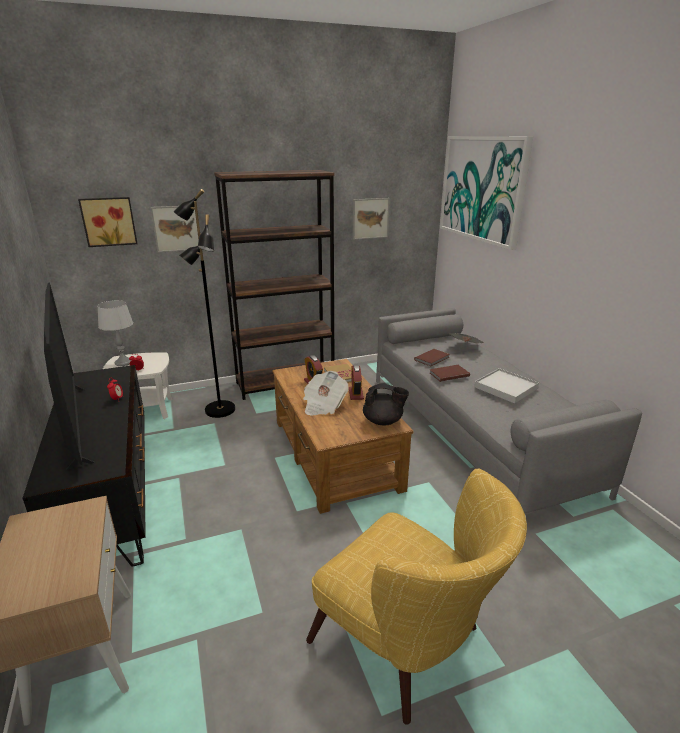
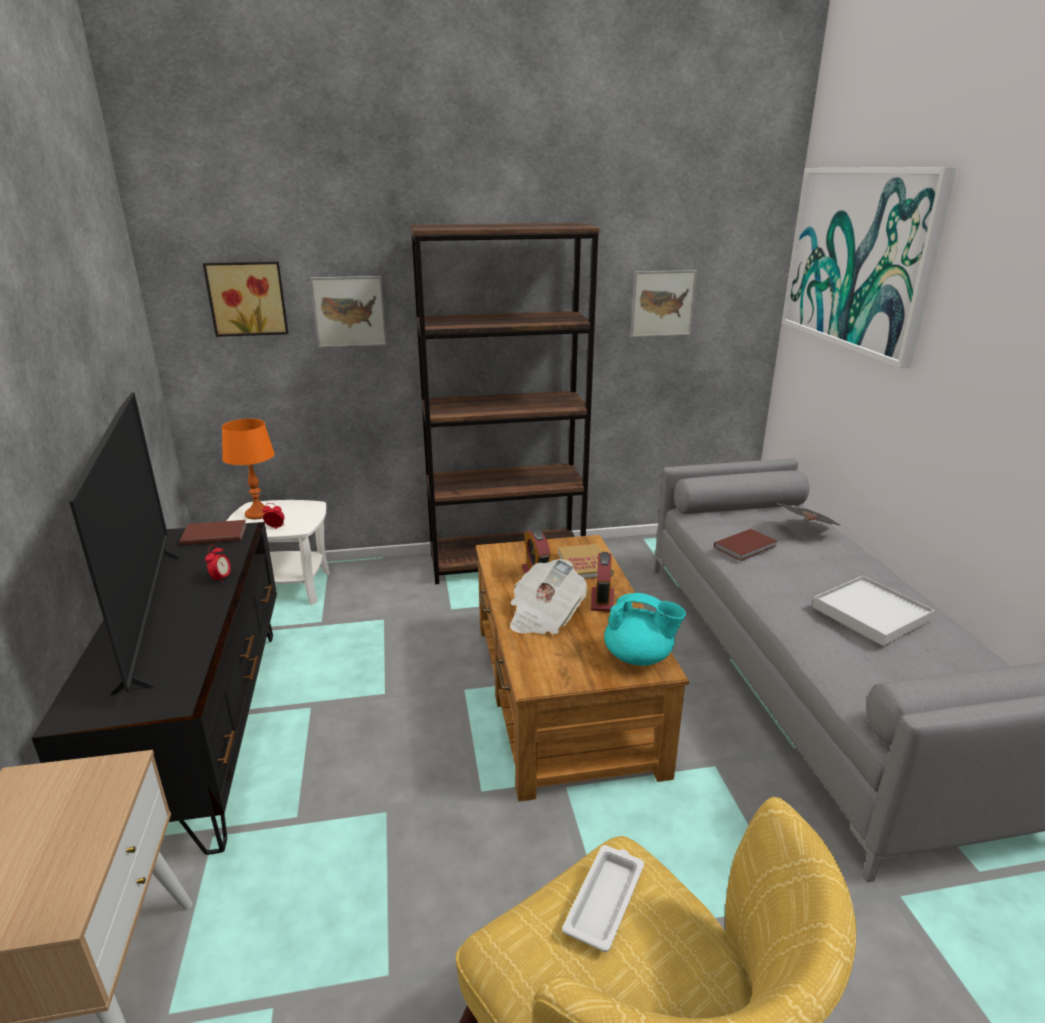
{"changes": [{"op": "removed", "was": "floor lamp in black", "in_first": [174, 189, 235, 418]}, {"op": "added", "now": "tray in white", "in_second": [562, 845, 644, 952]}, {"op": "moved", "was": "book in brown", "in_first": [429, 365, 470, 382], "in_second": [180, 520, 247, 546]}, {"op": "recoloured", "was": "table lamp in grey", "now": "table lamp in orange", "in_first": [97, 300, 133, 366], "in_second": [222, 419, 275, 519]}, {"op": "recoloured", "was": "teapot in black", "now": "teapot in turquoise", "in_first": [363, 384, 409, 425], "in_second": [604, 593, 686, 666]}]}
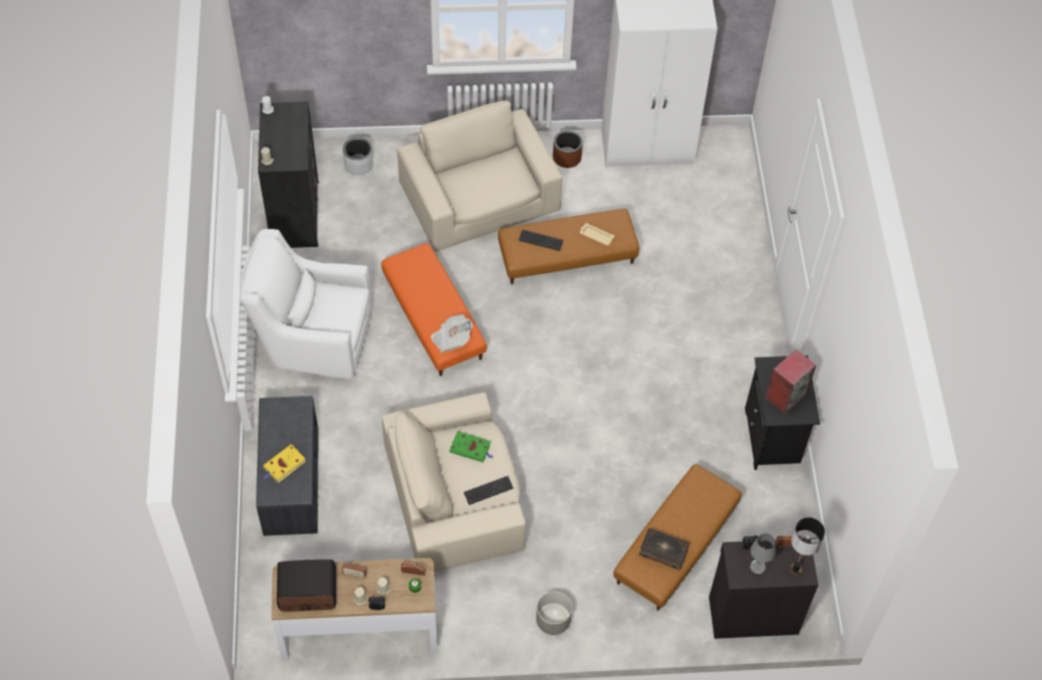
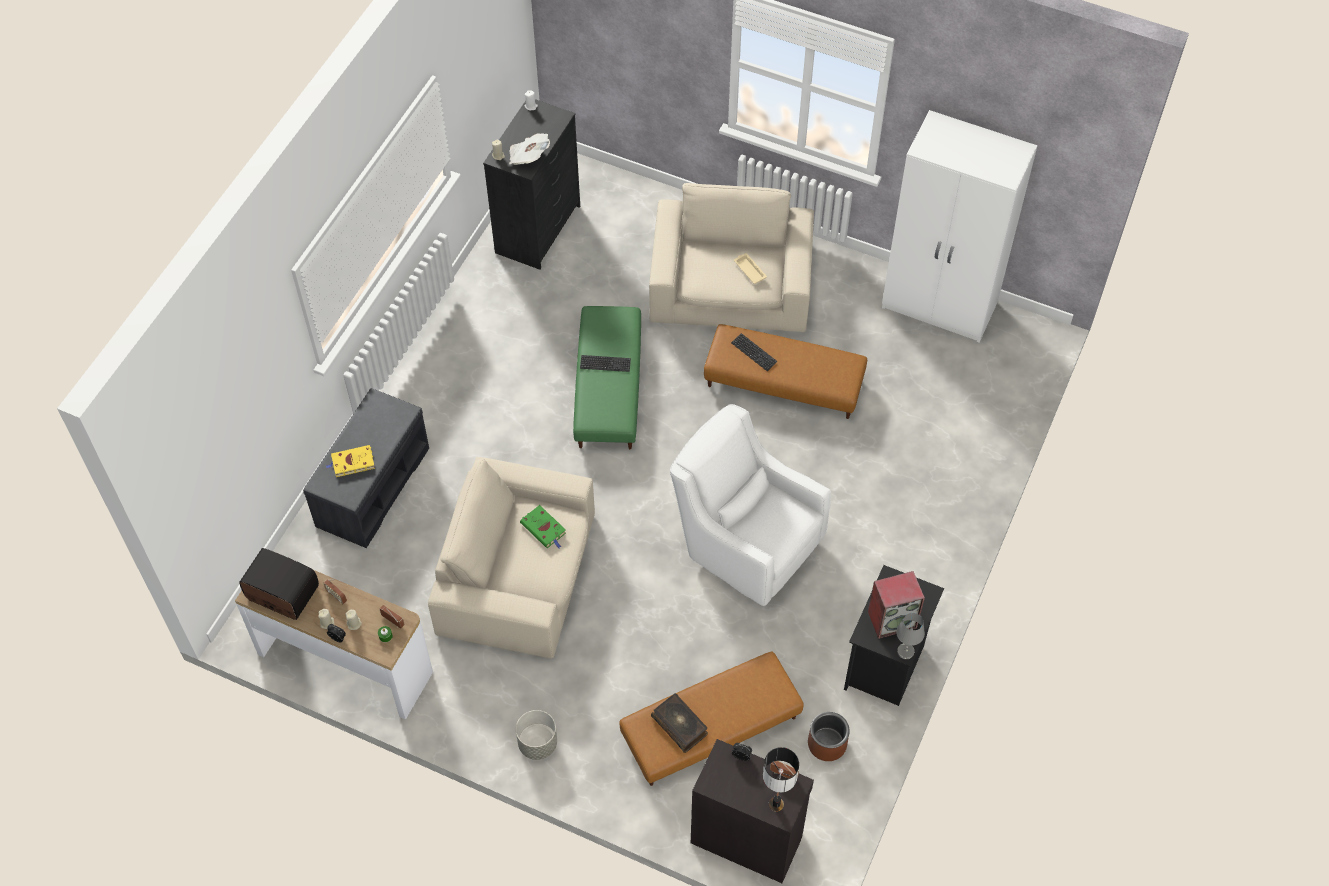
{"changes": [{"op": "removed", "was": "planter in grey", "in_first": [343, 137, 373, 175]}, {"op": "moved", "was": "armchair in white", "in_first": [240, 229, 372, 380], "in_second": [670, 404, 831, 606]}, {"op": "moved", "was": "newspaper", "in_first": [431, 314, 473, 353], "in_second": [509, 133, 550, 165]}, {"op": "moved", "was": "keyboard", "in_first": [464, 476, 514, 505], "in_second": [580, 355, 631, 372]}, {"op": "moved", "was": "planter in brown", "in_first": [553, 130, 583, 168], "in_second": [808, 712, 850, 761]}, {"op": "moved", "was": "tray in beige", "in_first": [580, 223, 614, 246], "in_second": [734, 253, 767, 284]}, {"op": "moved", "was": "table lamp in grey", "in_first": [750, 533, 776, 574], "in_second": [896, 613, 925, 659]}, {"op": "recoloured", "was": "ottoman in orange", "now": "ottoman in green", "in_first": [381, 243, 487, 376], "in_second": [573, 306, 641, 450]}]}
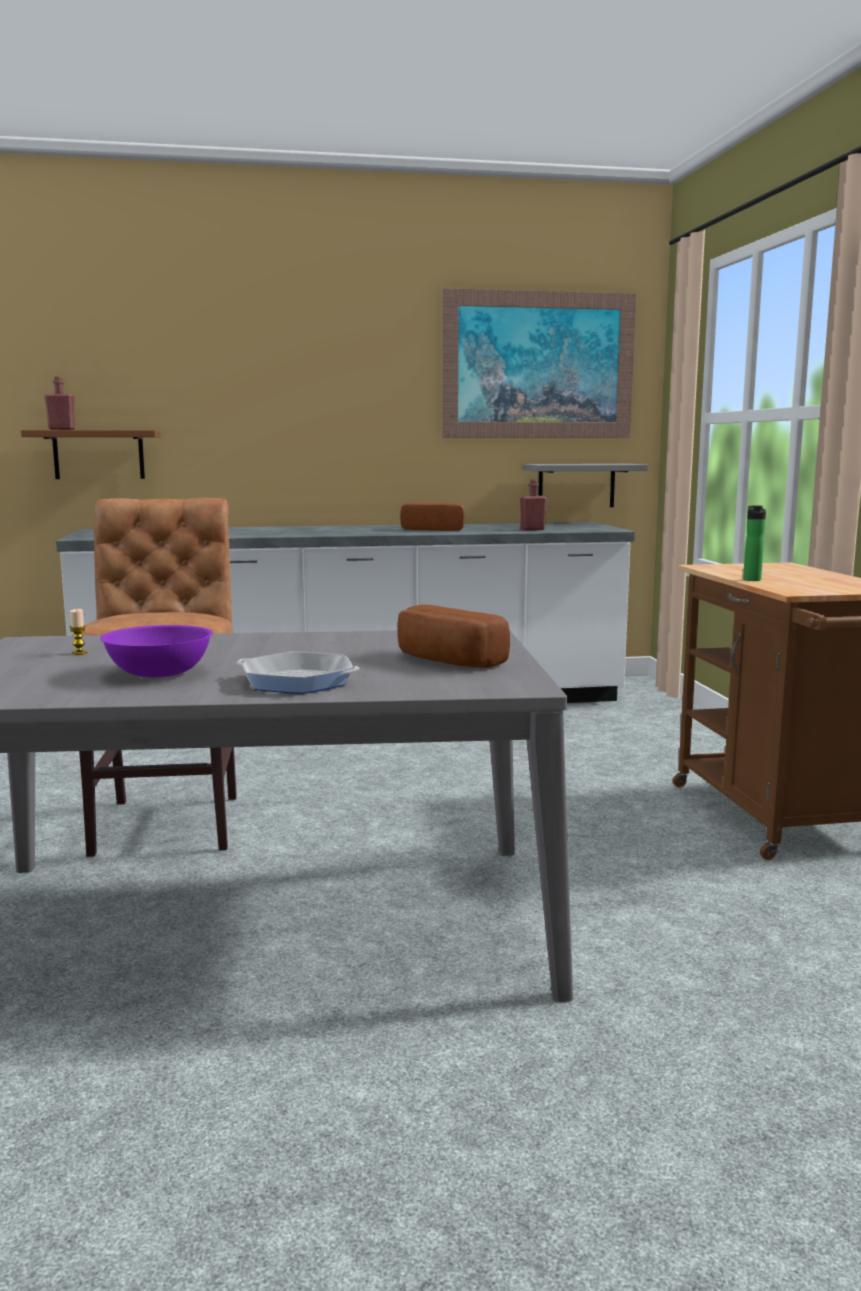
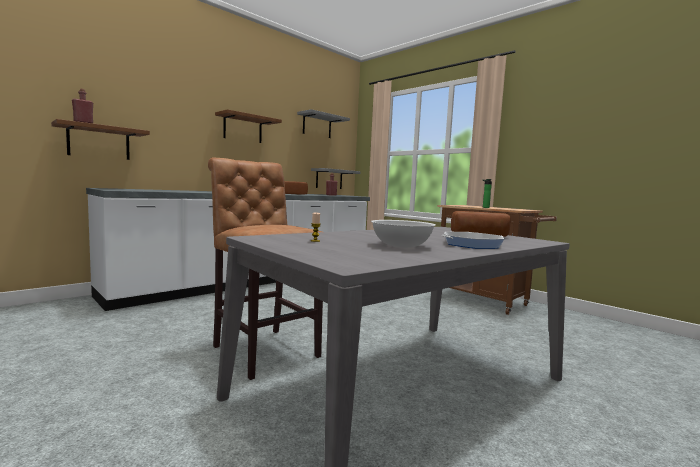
{"changes": [{"op": "added", "now": "shelf in brown", "in_second": [215, 109, 282, 143]}, {"op": "replaced", "was": "picture", "now": "shelf in grey", "in_first": [442, 288, 636, 438], "in_second": [297, 109, 350, 138]}, {"op": "recoloured", "was": "bowl in purple", "now": "bowl in white", "in_first": [100, 625, 213, 677], "in_second": [371, 220, 436, 247]}]}
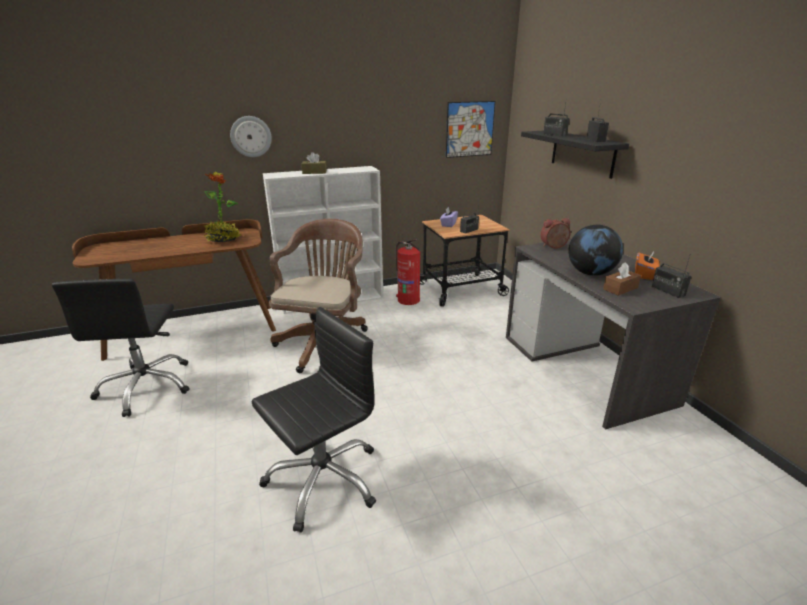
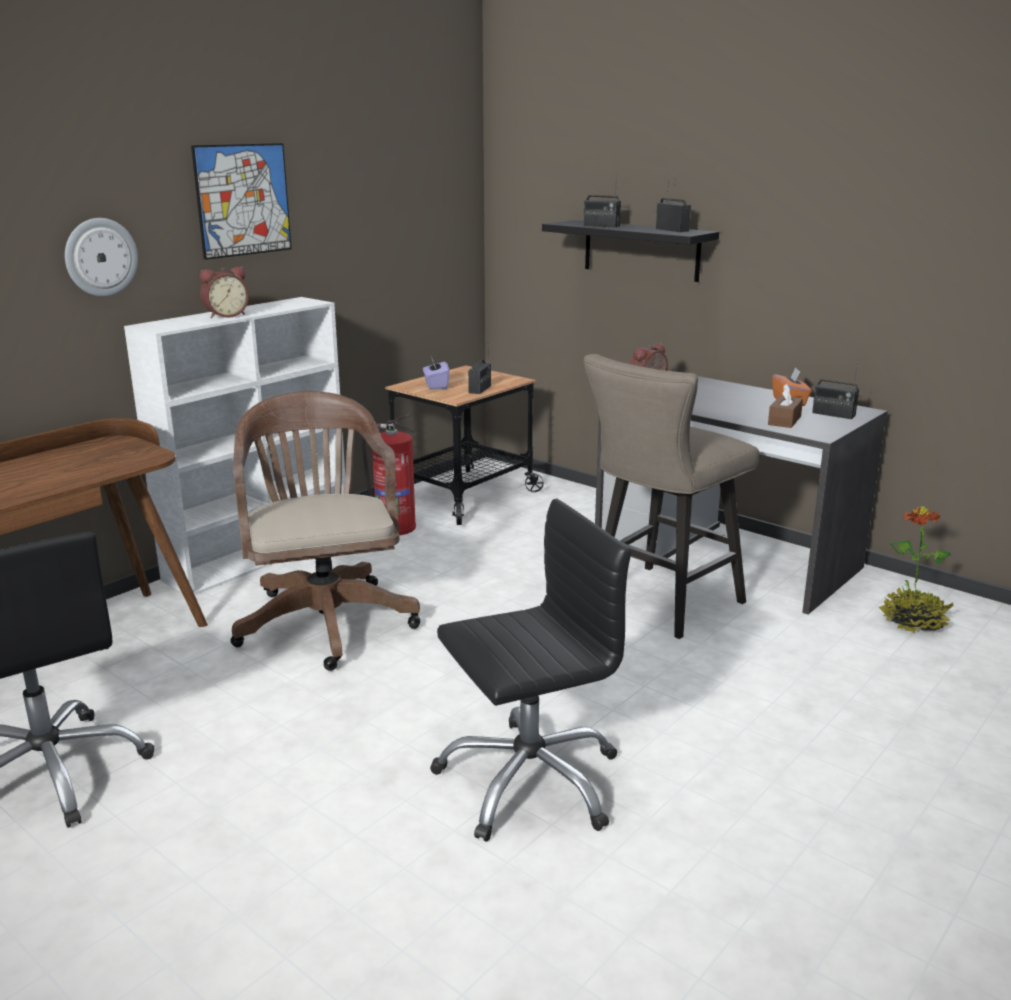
{"changes": [{"op": "removed", "was": "globe", "in_first": [568, 225, 623, 276]}, {"op": "added", "now": "stool in beige", "in_second": [584, 354, 759, 639]}, {"op": "moved", "was": "potted plant", "in_first": [204, 172, 241, 242], "in_second": [879, 506, 954, 633]}, {"op": "moved", "was": "picture", "in_first": [446, 101, 495, 158], "in_second": [191, 143, 292, 260]}, {"op": "replaced", "was": "tissue box in brown", "now": "alarm clock", "in_first": [301, 152, 327, 174], "in_second": [200, 267, 249, 318]}, {"op": "turned", "was": "office chair in black", "in_first": [252, 307, 376, 533], "in_second": [430, 499, 631, 842], "clockwise": 45}]}
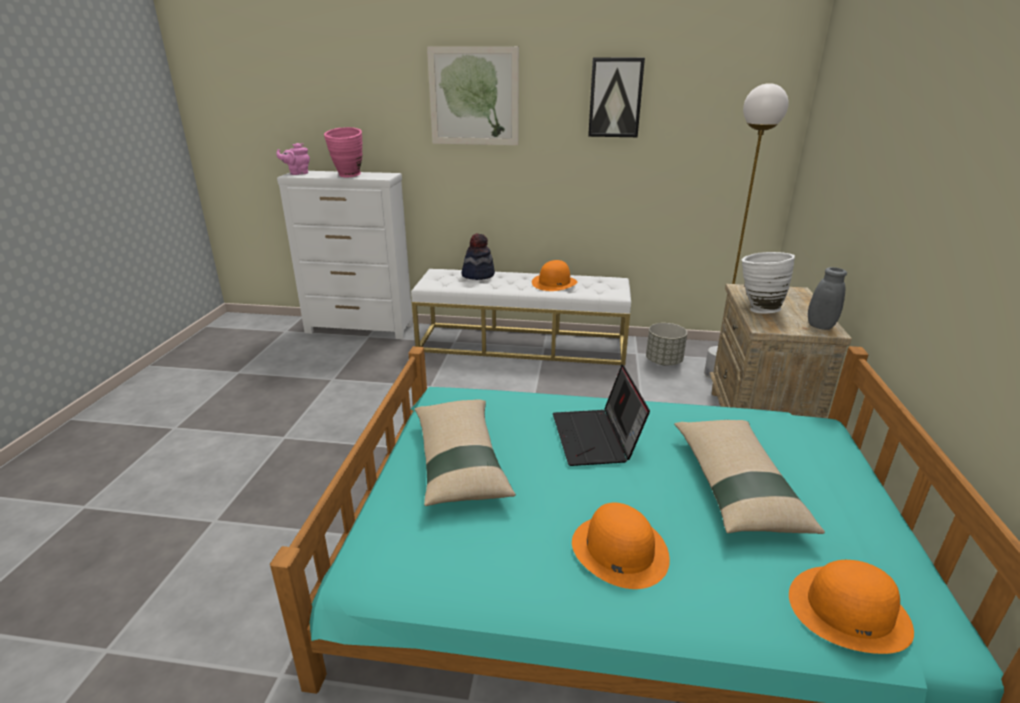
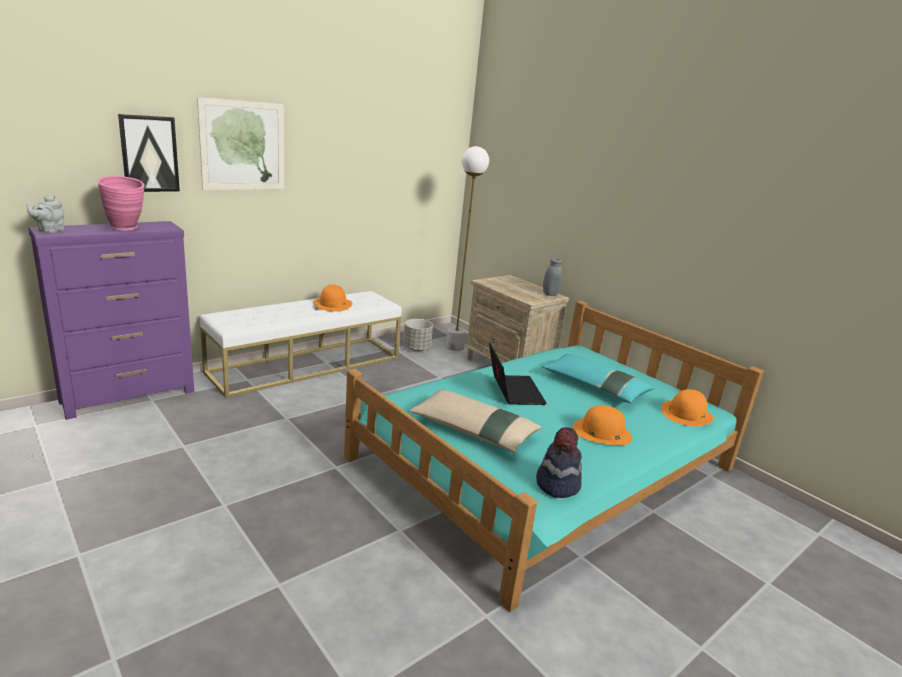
{"changes": [{"op": "removed", "was": "vase in white", "in_first": [742, 252, 795, 314]}, {"op": "moved", "was": "hat", "in_first": [461, 233, 495, 280], "in_second": [536, 427, 582, 498]}, {"op": "moved", "was": "picture", "in_first": [588, 58, 645, 137], "in_second": [118, 114, 180, 192]}, {"op": "recoloured", "was": "teapot in pink", "now": "teapot in grey", "in_first": [276, 143, 310, 175], "in_second": [27, 195, 64, 233]}, {"op": "recoloured", "was": "dresser in white", "now": "dresser in purple", "in_first": [277, 171, 413, 339], "in_second": [29, 221, 194, 420]}, {"op": "recoloured", "was": "pillow in beige", "now": "pillow in turquoise", "in_first": [674, 420, 825, 534], "in_second": [542, 354, 654, 403]}, {"op": "turned", "was": "laptop", "in_first": [553, 365, 650, 466], "in_second": [489, 342, 547, 405], "clockwise": -135}]}
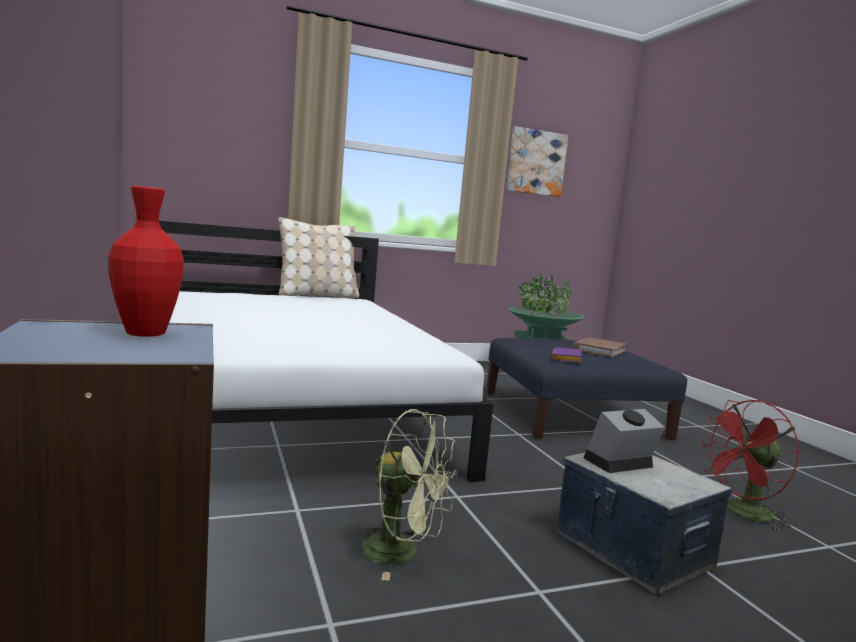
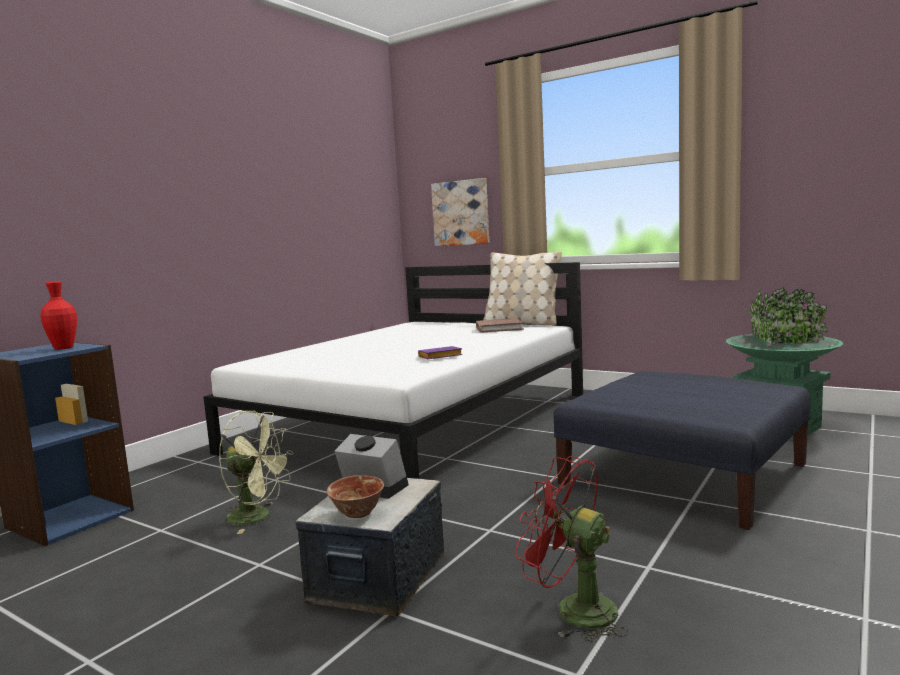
{"changes": [{"op": "added", "now": "bowl", "in_second": [327, 475, 384, 518]}, {"op": "moved", "was": "picture", "in_first": [506, 126, 568, 197], "in_second": [431, 178, 489, 246]}, {"op": "moved", "was": "book in purple", "in_first": [552, 347, 582, 363], "in_second": [418, 346, 463, 359]}, {"op": "moved", "was": "book in brown", "in_first": [573, 337, 627, 358], "in_second": [476, 318, 524, 333]}, {"op": "turned", "was": "fan in green", "in_first": [358, 409, 457, 581], "in_second": [219, 410, 293, 534], "clockwise": -60}]}
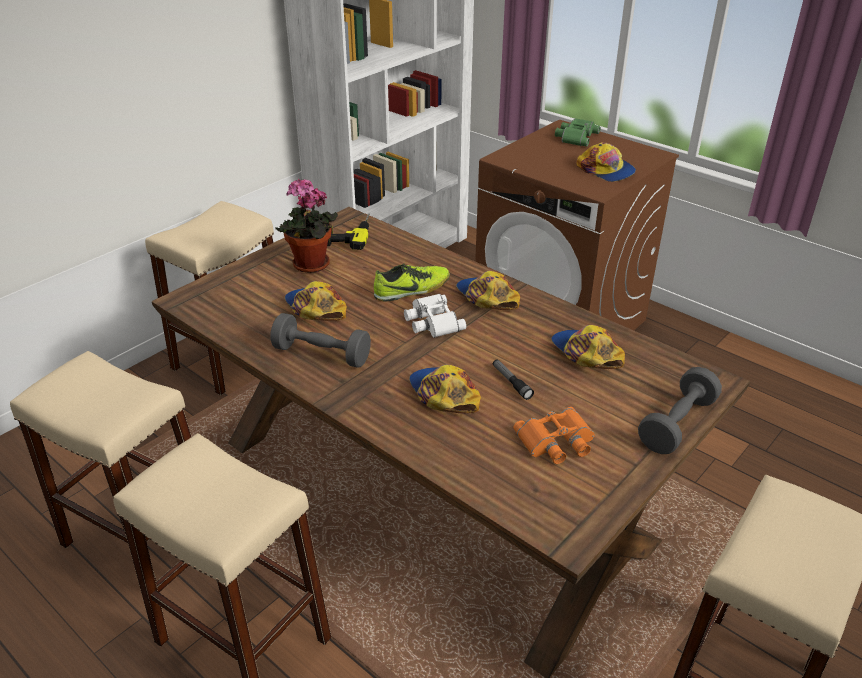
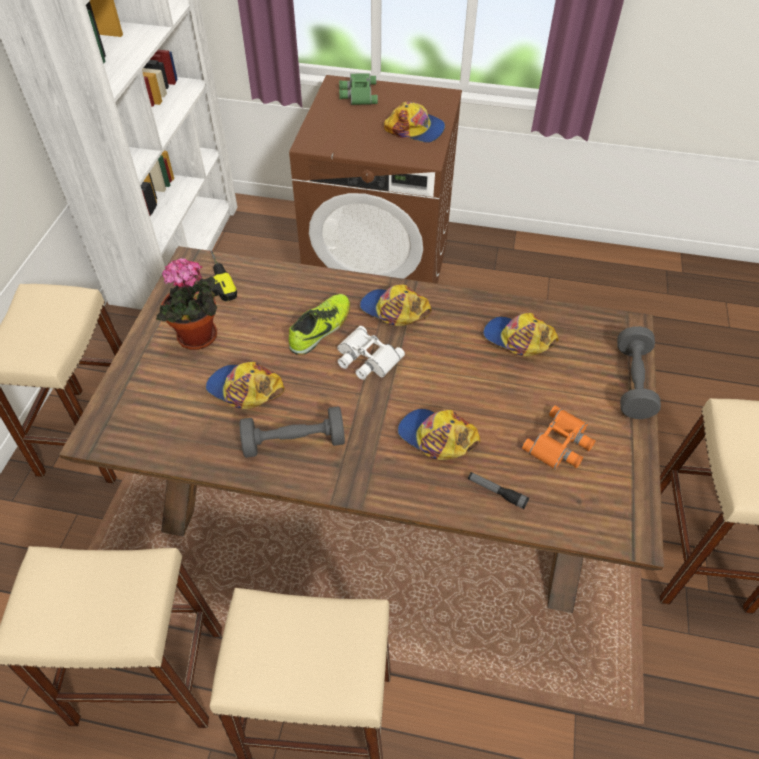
{"changes": [{"op": "moved", "was": "flashlight", "in_first": [493, 359, 534, 400], "in_second": [468, 472, 529, 509]}]}
